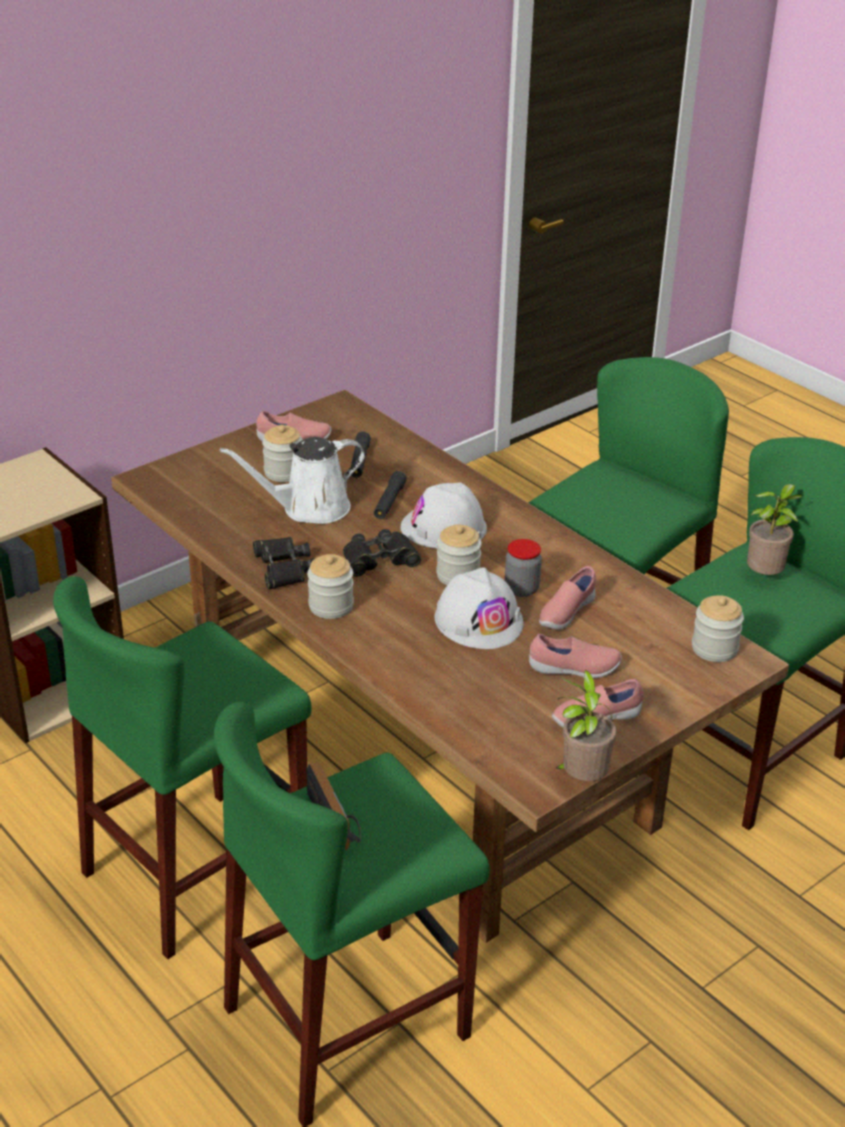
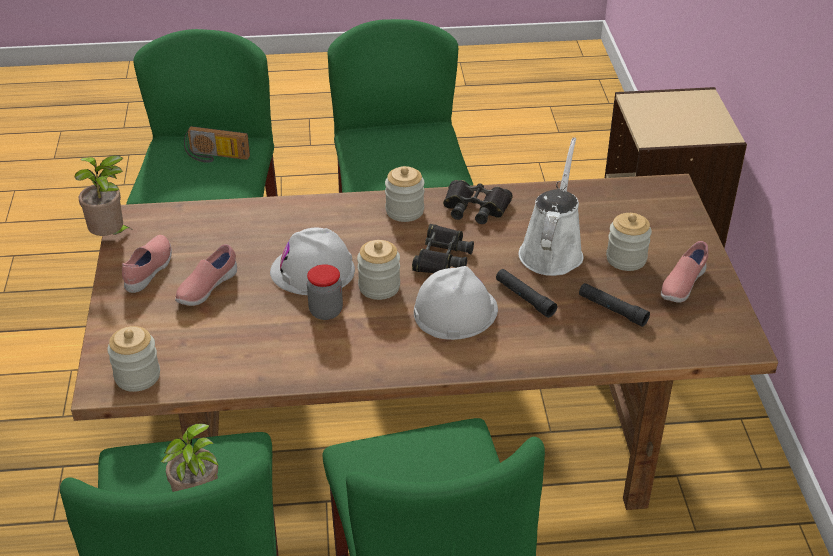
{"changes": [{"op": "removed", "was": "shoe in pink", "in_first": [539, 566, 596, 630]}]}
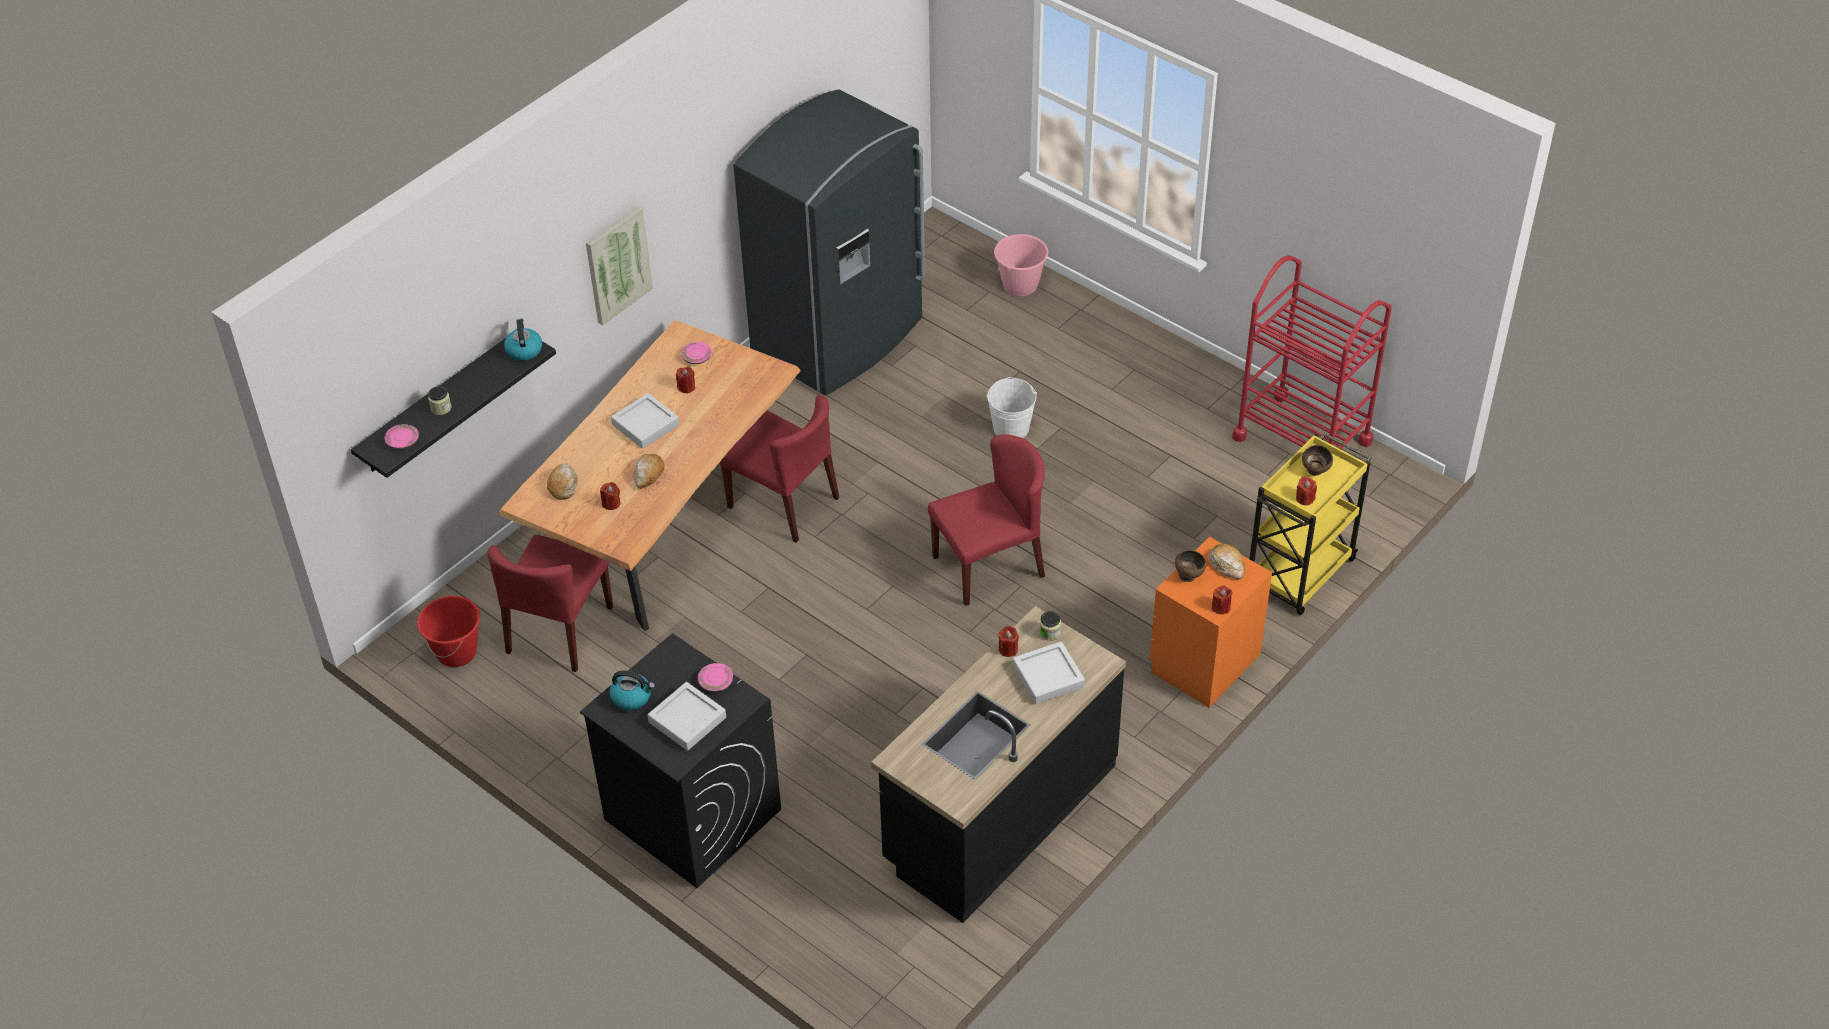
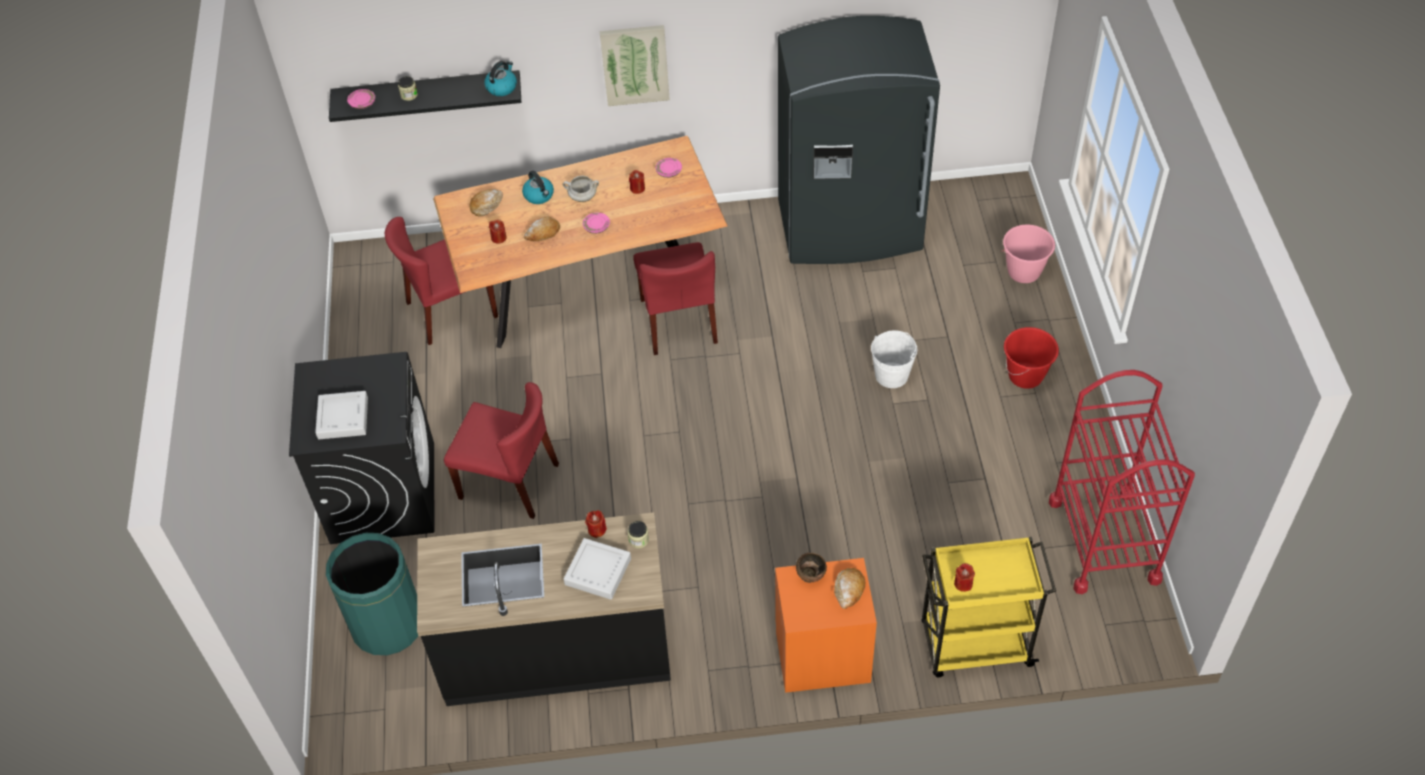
{"changes": [{"op": "removed", "was": "candle in red", "in_first": [1212, 585, 1232, 614]}, {"op": "removed", "was": "bowl in brown", "in_first": [1302, 445, 1333, 476]}, {"op": "added", "now": "trash can in green", "in_second": [326, 533, 418, 655]}, {"op": "moved", "was": "bucket in red", "in_first": [417, 596, 480, 667], "in_second": [1004, 327, 1059, 389]}, {"op": "moved", "was": "kettle", "in_first": [609, 671, 655, 710], "in_second": [522, 171, 554, 204]}, {"op": "moved", "was": "plate in pink", "in_first": [698, 663, 733, 692], "in_second": [583, 212, 610, 234]}, {"op": "moved", "was": "chair in red", "in_first": [928, 434, 1045, 606], "in_second": [444, 382, 559, 519]}, {"op": "replaced", "was": "tray in grey", "now": "cooking pot in white", "in_first": [611, 393, 680, 449], "in_second": [563, 176, 599, 202]}]}
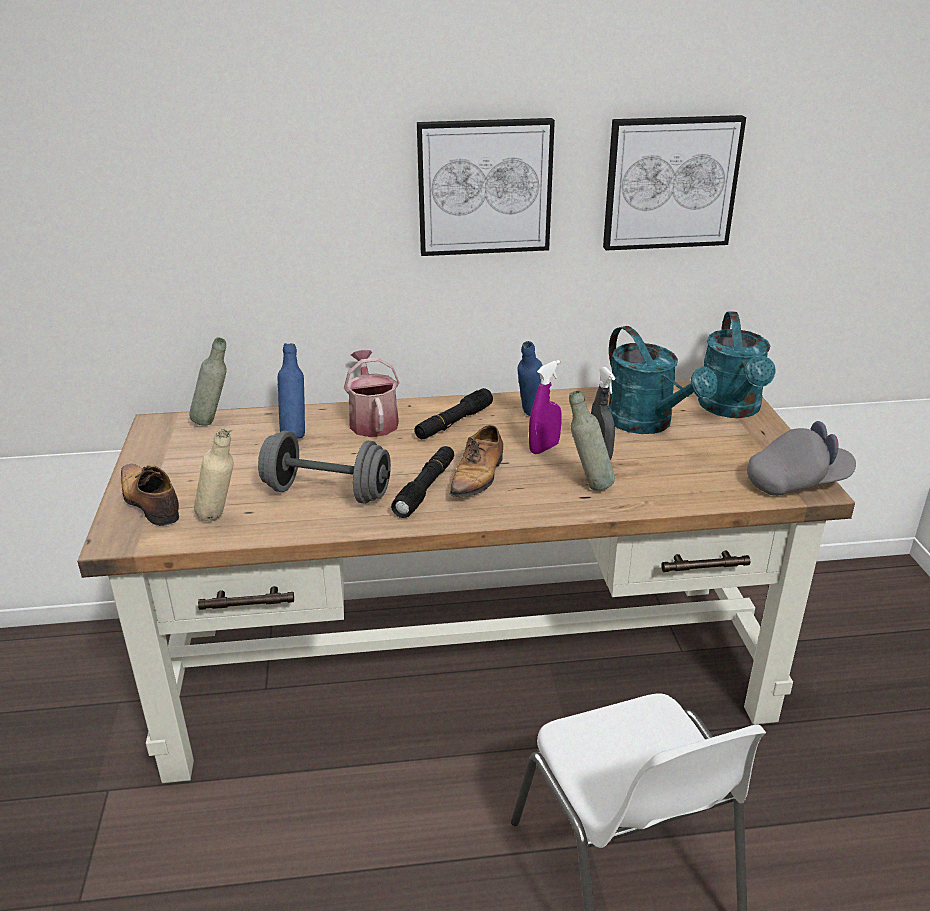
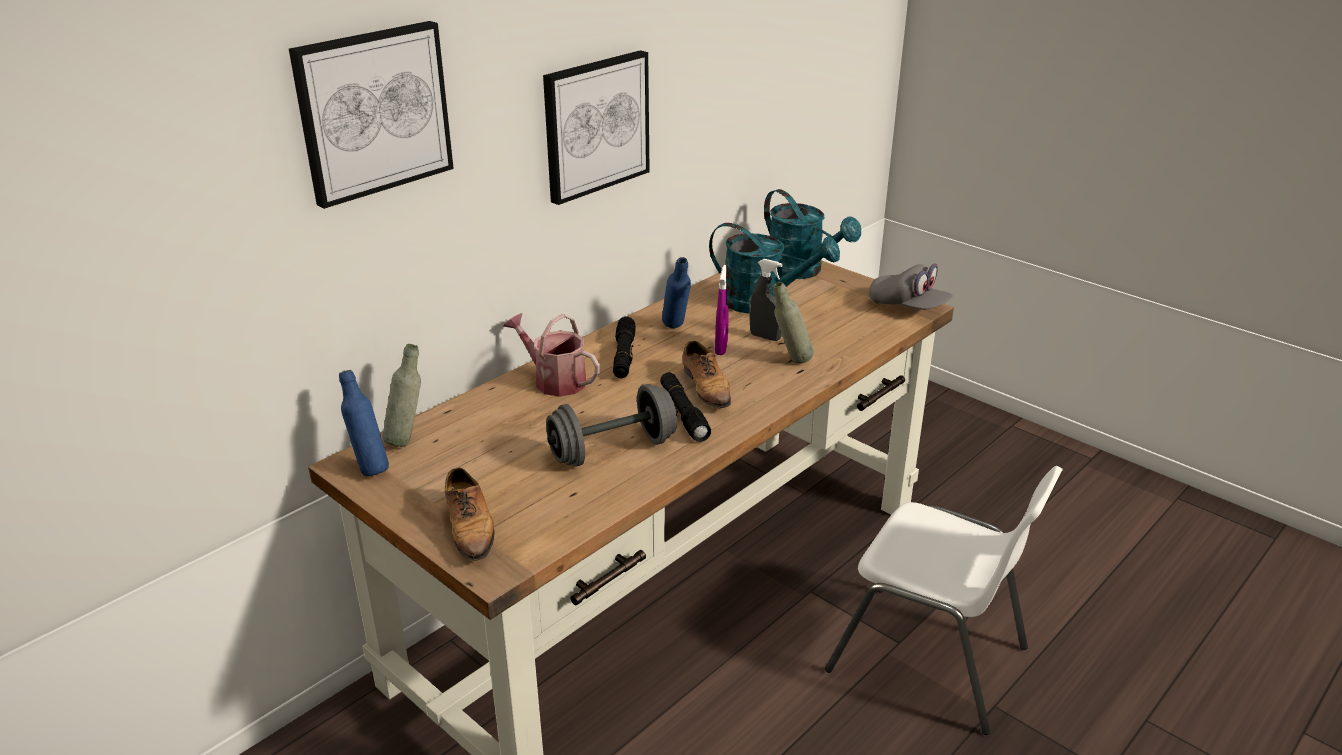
{"changes": [{"op": "removed", "was": "bottle in beige", "in_first": [194, 429, 234, 521]}, {"op": "moved", "was": "bottle in blue", "in_first": [278, 343, 305, 438], "in_second": [339, 370, 389, 476]}, {"op": "moved", "was": "picture", "in_first": [603, 115, 746, 251], "in_second": [289, 21, 454, 209]}, {"op": "turned", "was": "shoe", "in_first": [121, 464, 179, 526], "in_second": [445, 467, 495, 561], "clockwise": -120}, {"op": "turned", "was": "cap in grey", "in_first": [747, 421, 856, 496], "in_second": [869, 263, 953, 310], "clockwise": 90}]}
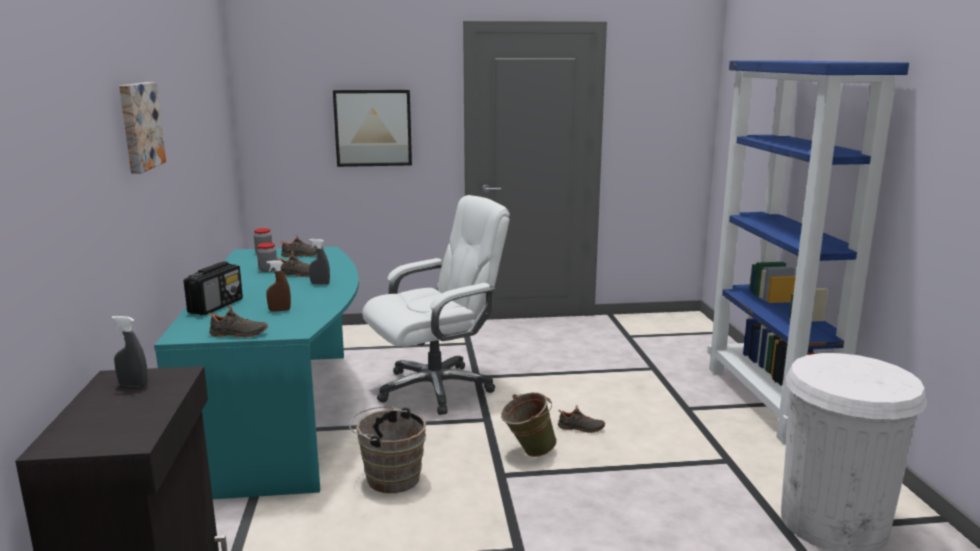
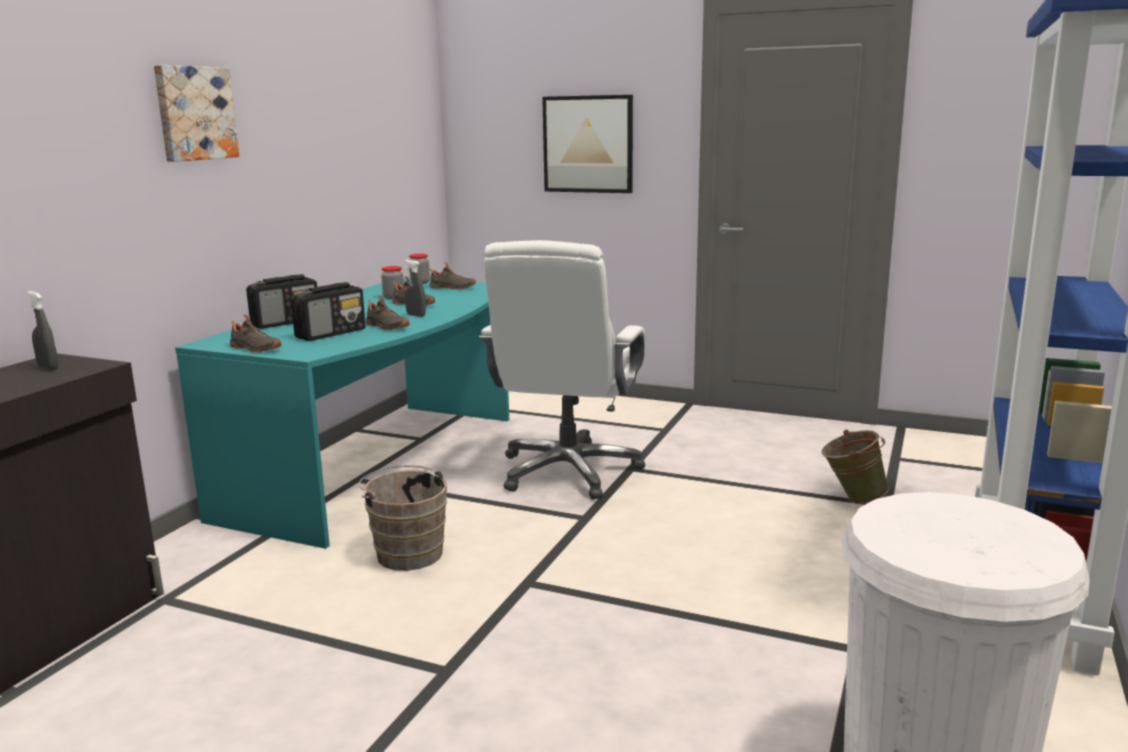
{"changes": [{"op": "moved", "was": "bucket in green", "in_first": [501, 392, 557, 457], "in_second": [822, 430, 889, 504]}, {"op": "moved", "was": "shoe in black", "in_first": [558, 405, 605, 433], "in_second": [366, 294, 410, 330]}, {"op": "replaced", "was": "spray bottle in brown", "now": "radio", "in_first": [266, 260, 291, 311], "in_second": [291, 282, 366, 341]}, {"op": "turned", "was": "office chair in white", "in_first": [362, 195, 510, 415], "in_second": [479, 240, 645, 499], "clockwise": 105}]}
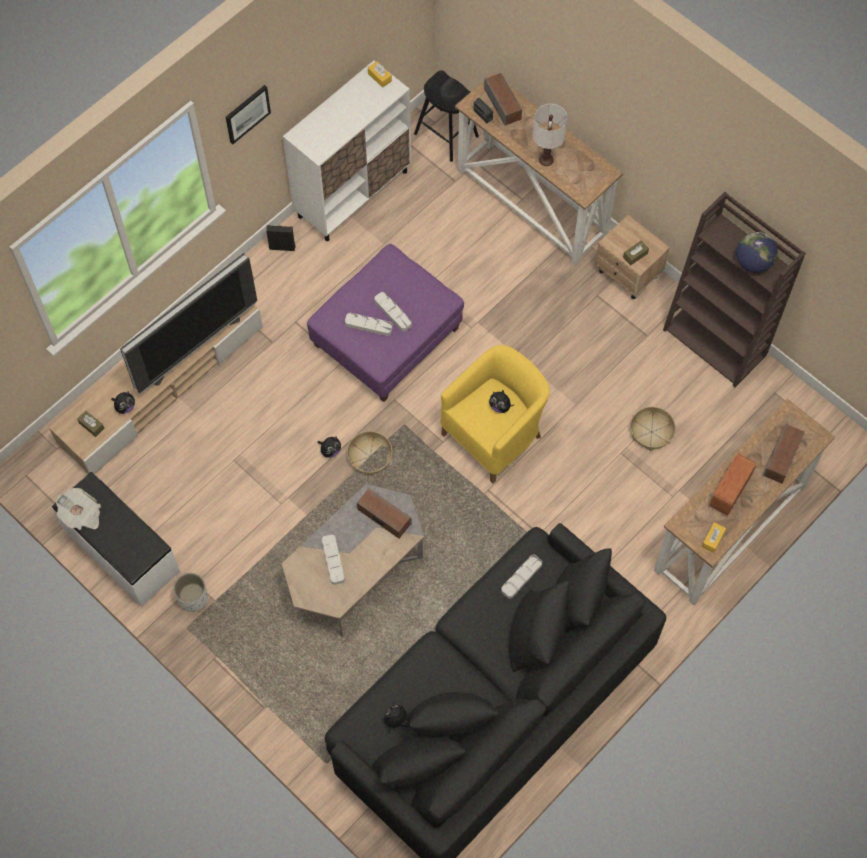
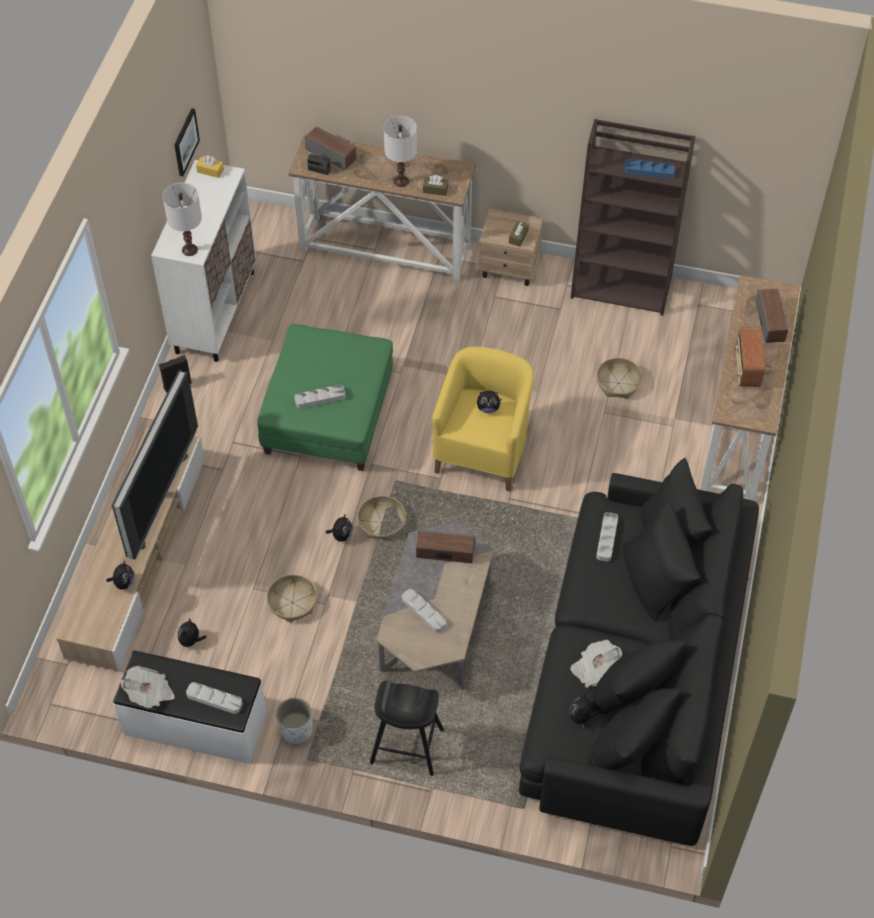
{"changes": [{"op": "removed", "was": "tissue box in yellow", "in_first": [702, 522, 726, 553]}, {"op": "added", "now": "table lamp in white", "in_second": [163, 183, 202, 256]}, {"op": "added", "now": "plush toy", "in_second": [178, 618, 207, 647]}, {"op": "added", "now": "basket", "in_second": [267, 574, 317, 623]}, {"op": "added", "now": "newspaper", "in_second": [571, 640, 623, 688]}, {"op": "moved", "was": "tissue box in brown", "in_first": [77, 411, 104, 437], "in_second": [423, 175, 448, 196]}, {"op": "moved", "was": "picture", "in_first": [226, 85, 271, 144], "in_second": [174, 108, 200, 176]}, {"op": "moved", "was": "tray in grey", "in_first": [374, 292, 412, 331], "in_second": [186, 682, 243, 714]}, {"op": "moved", "was": "stool in black", "in_first": [414, 70, 479, 162], "in_second": [370, 681, 444, 776]}, {"op": "replaced", "was": "globe", "now": "tray in blue", "in_first": [736, 232, 778, 273], "in_second": [624, 159, 675, 179]}, {"op": "recoloured", "was": "ottoman in purple", "now": "ottoman in green", "in_first": [307, 244, 464, 402], "in_second": [257, 324, 393, 471]}]}
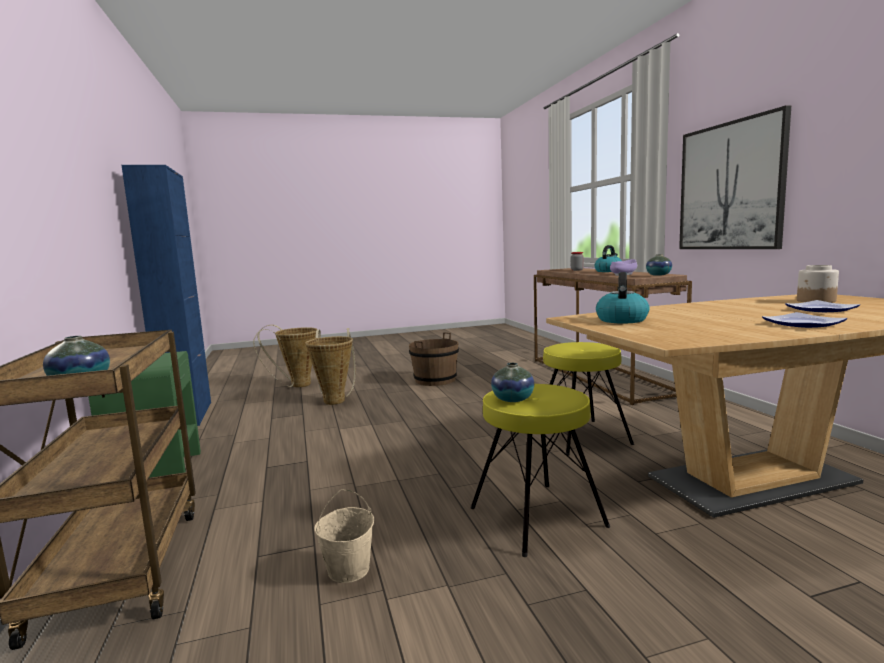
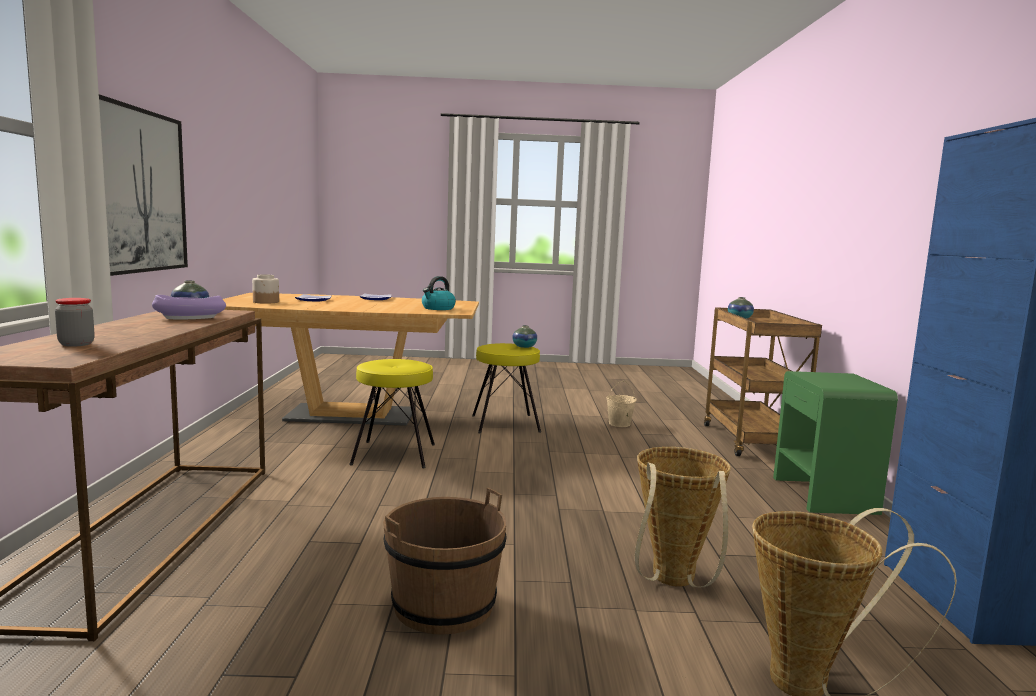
{"changes": [{"op": "removed", "was": "kettle", "in_first": [594, 245, 622, 272]}]}
